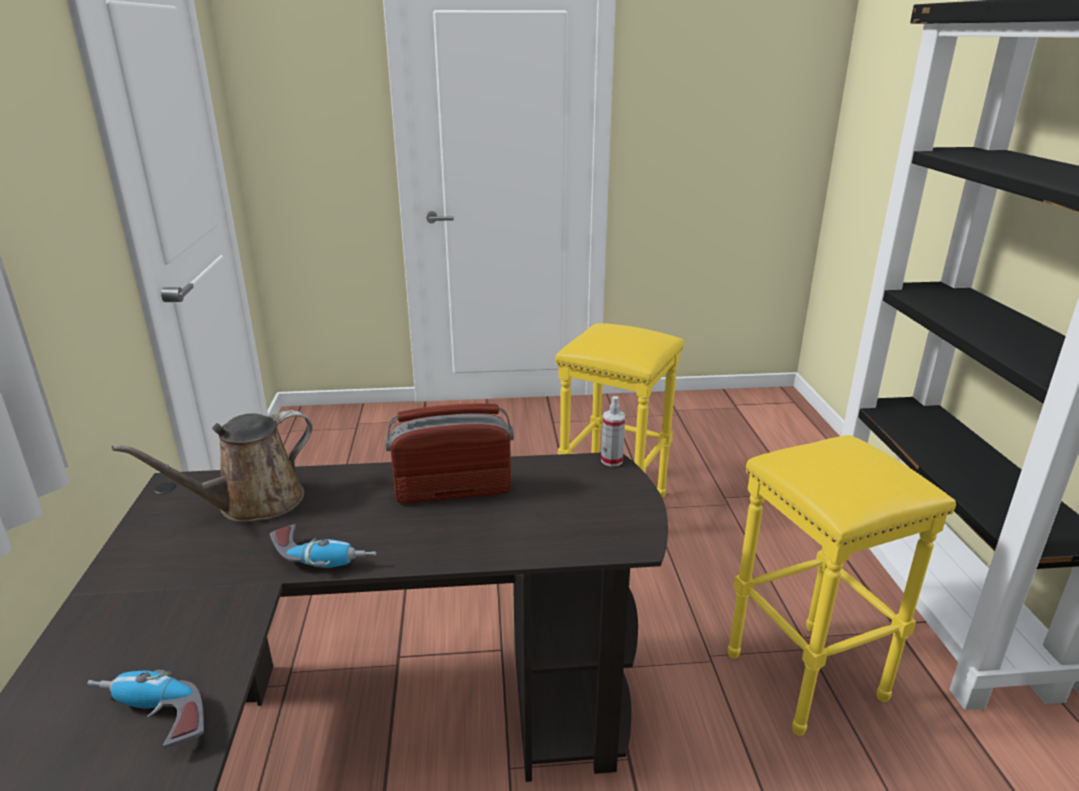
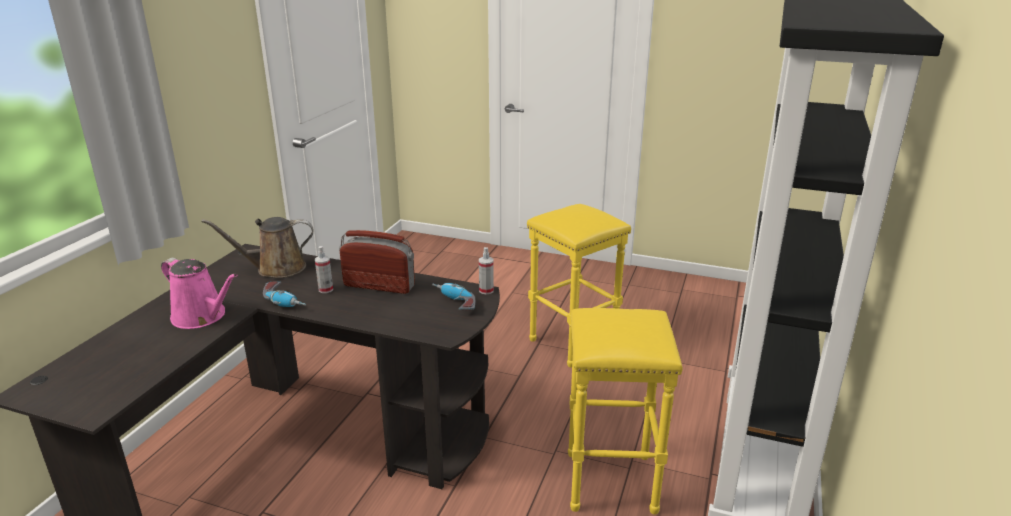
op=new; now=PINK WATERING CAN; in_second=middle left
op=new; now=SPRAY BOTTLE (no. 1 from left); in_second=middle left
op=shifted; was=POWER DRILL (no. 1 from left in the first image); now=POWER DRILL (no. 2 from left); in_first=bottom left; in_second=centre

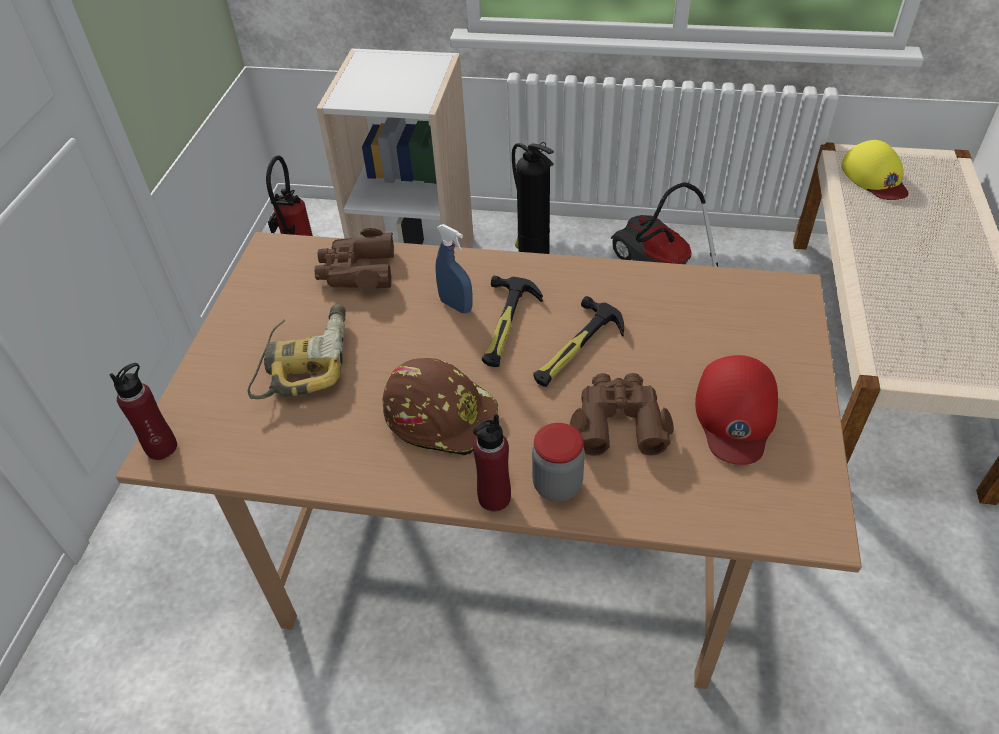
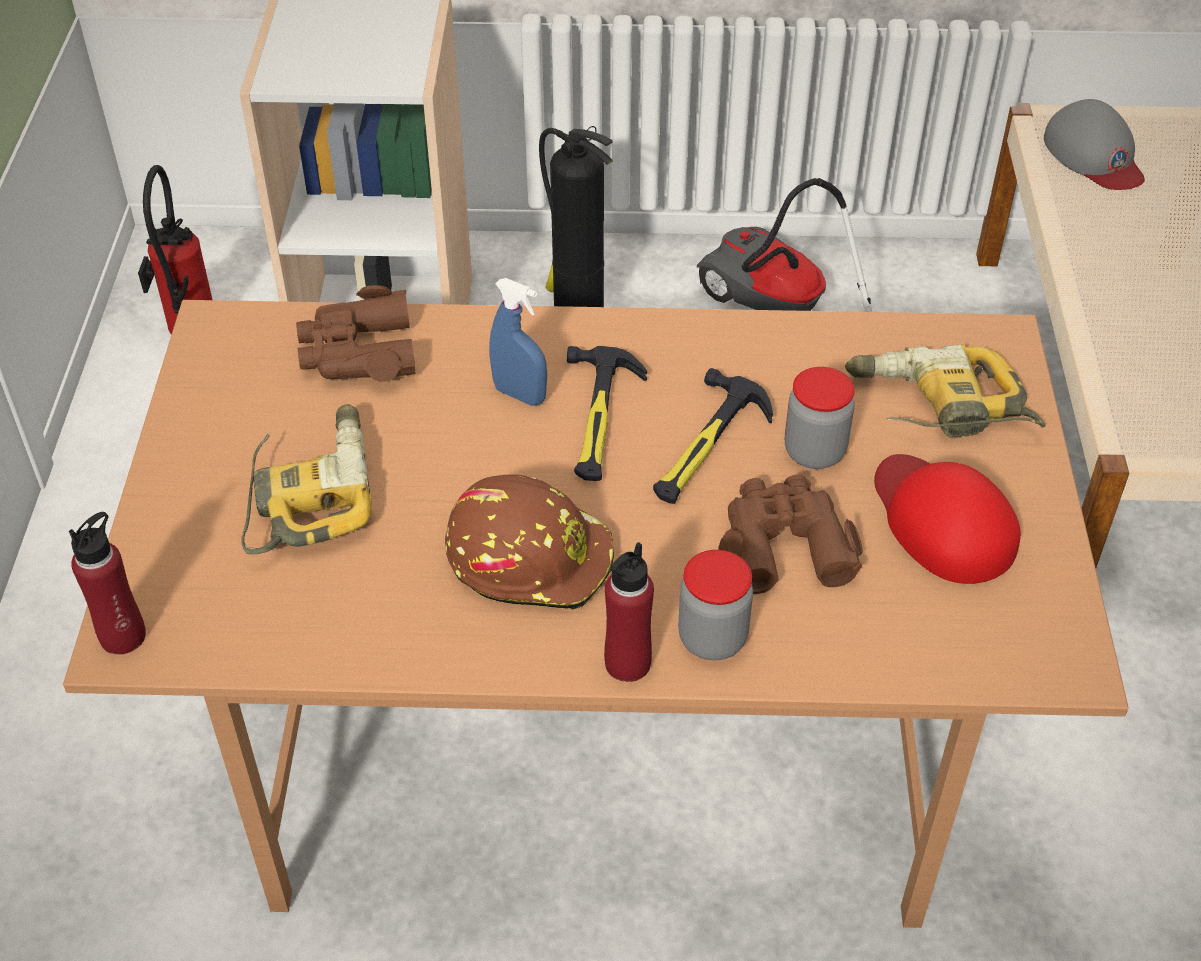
op=new; now=JAR (no. 2 from left); in_second=middle right
op=new; now=POWER DRILL (no. 2 from left); in_second=middle right
op=repainted; was=YELLOW CAP; now=GREY CAP; in_first=top right; in_second=top right
op=rotated; was=RED CAP; in_first=middle right; in_second=middle right; clockwise=150

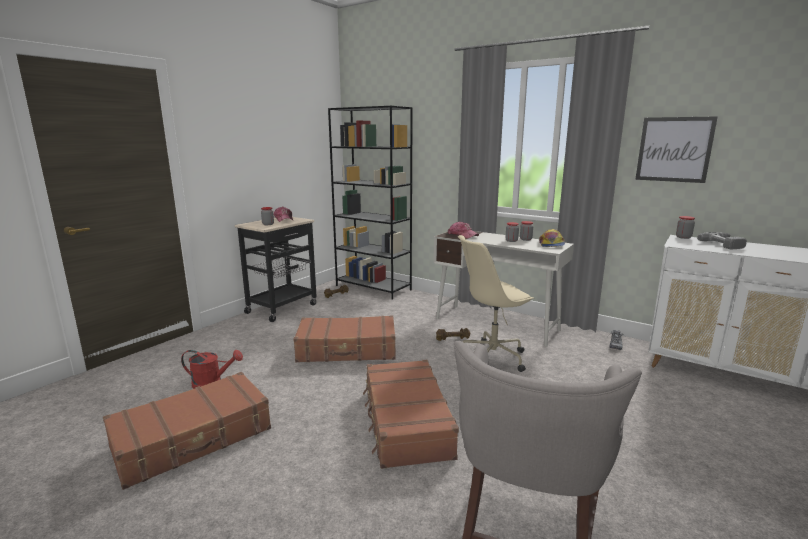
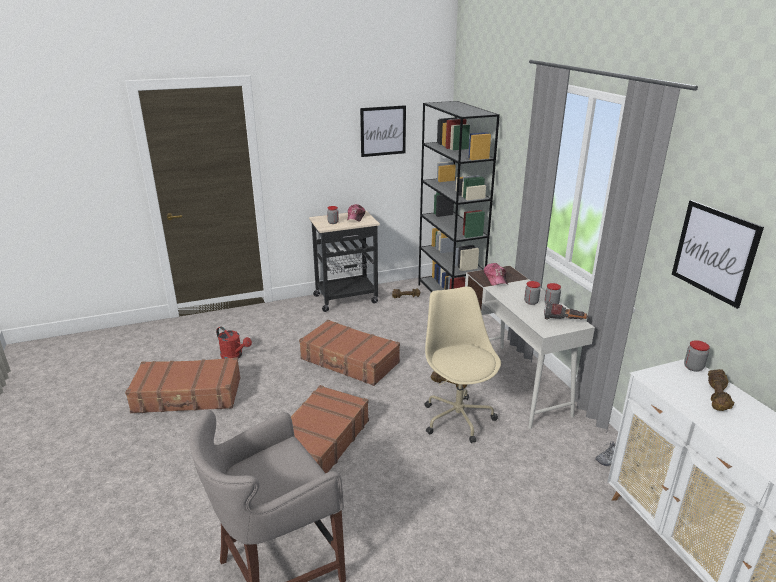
op=new; now=PICTURE (no. 1 from left); in_second=top centre
op=swapped; was=CAP (no. 3 from left); now=FLASHLIGHT; in_first=middle right; in_second=middle right
op=swapped; was=POWER DRILL; now=BROWN DUMBBELL (no. 3 from left); in_first=middle right; in_second=bottom right
op=rotated; was=BEIGE OFFICE CHAIR; in_first=centre; in_second=centre; clockwise=60

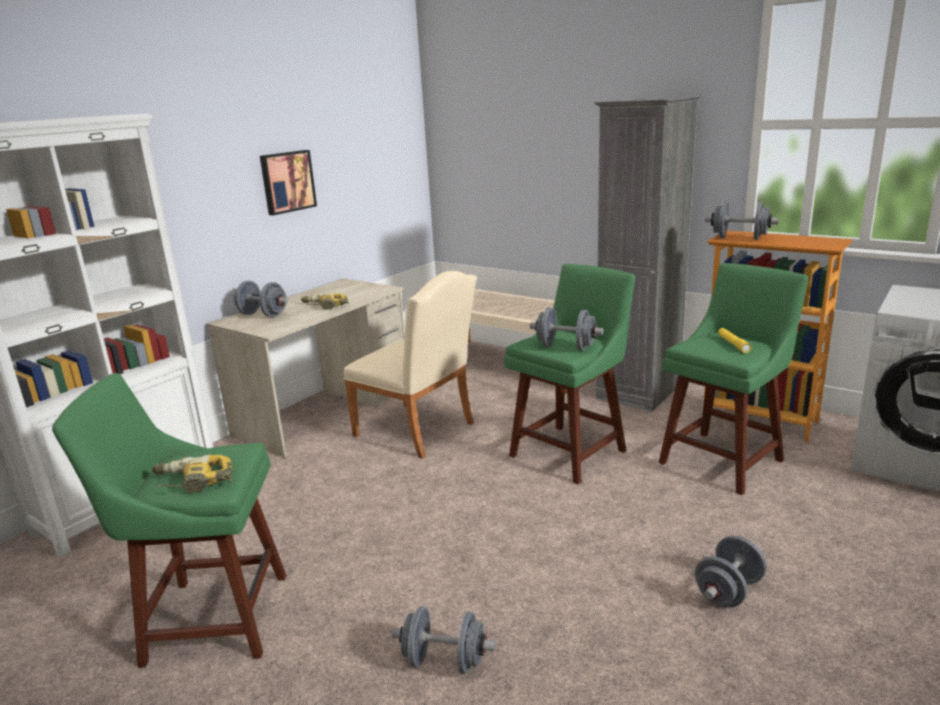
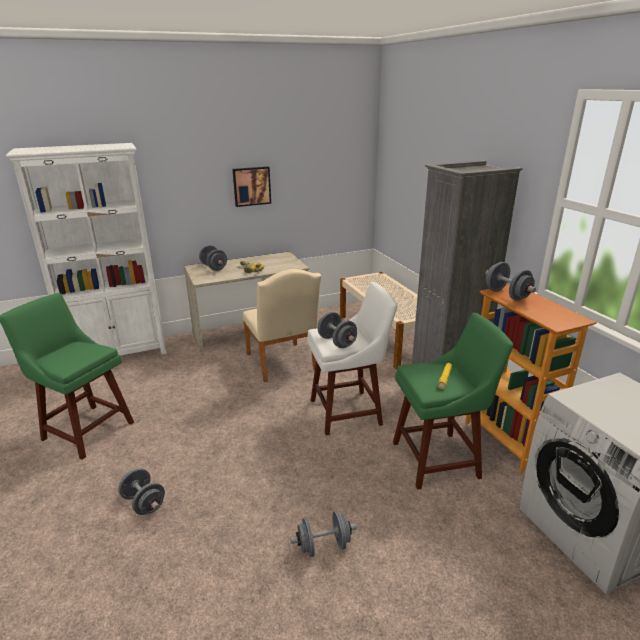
op=gone; was=POWER DRILL (no. 1 from left); in_first=bottom left
op=repainted; was=GREEN STOOL (no. 2 from left); now=WHITE STOOL; in_first=centre; in_second=centre

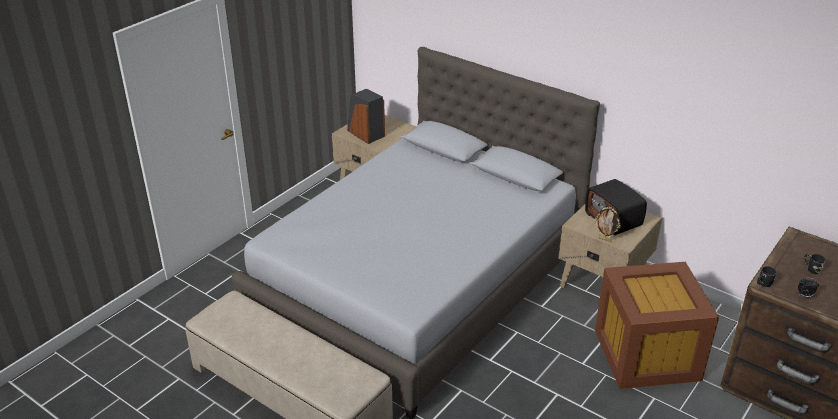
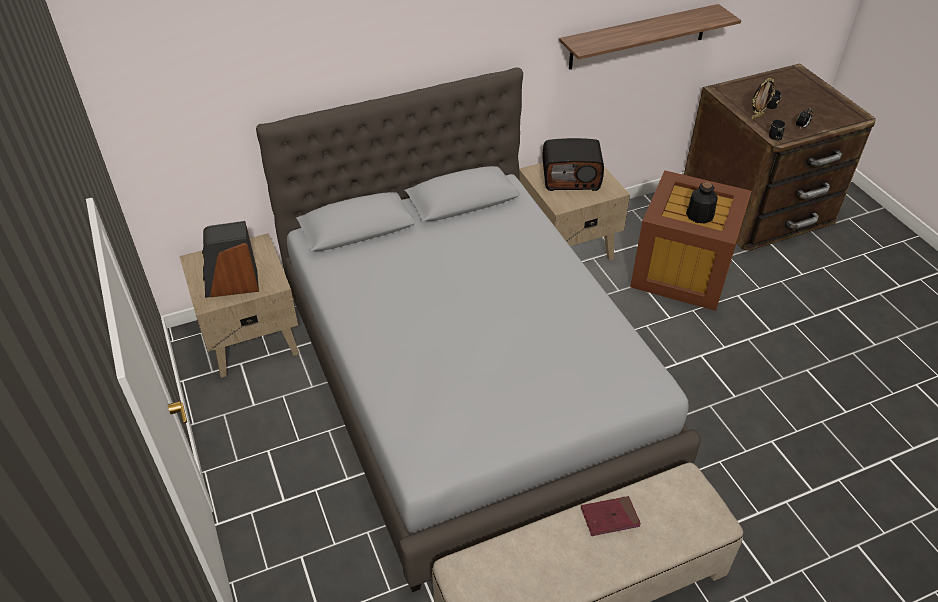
op=new; now=SHELF; in_second=top right
op=new; now=RED BOOK; in_second=bottom centre
op=new; now=BOTTLE; in_second=middle right
op=shifted; was=PICTURE FRAME; in_first=middle right; in_second=top right

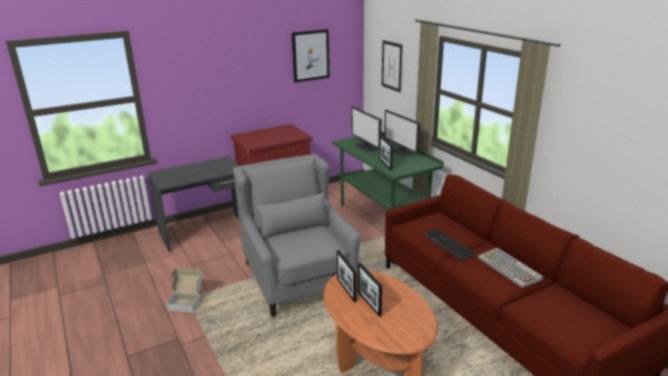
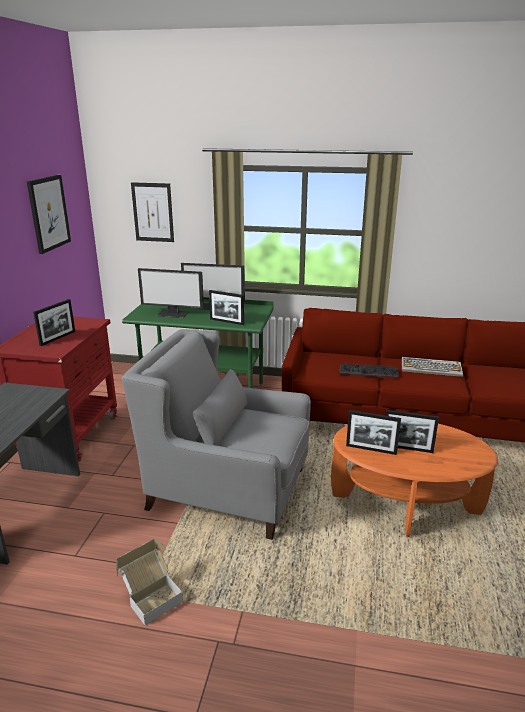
op=new; now=PICTURE FRAME (no. 1 from left); in_second=middle left

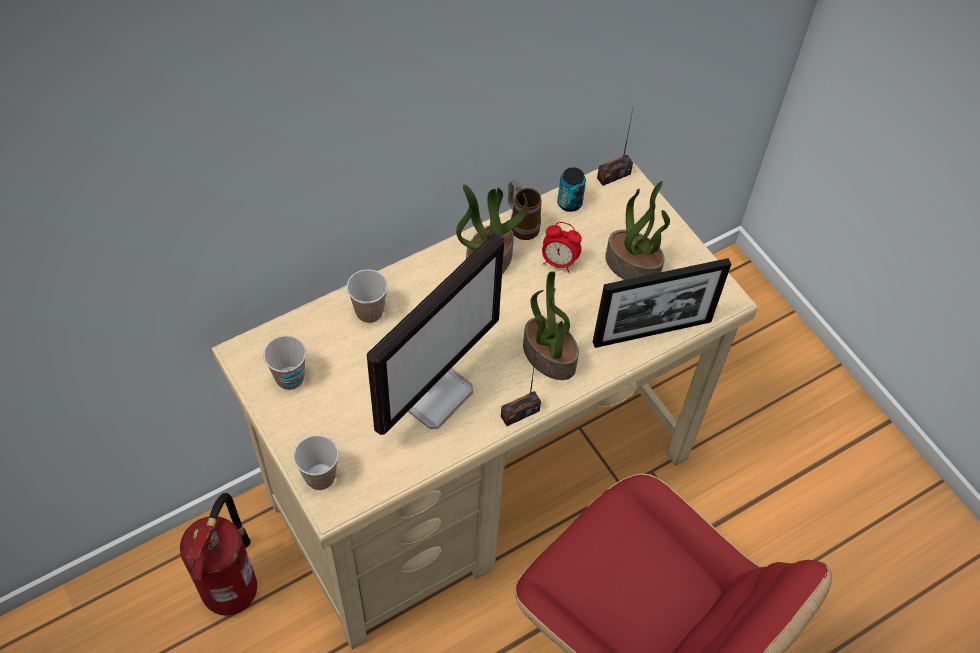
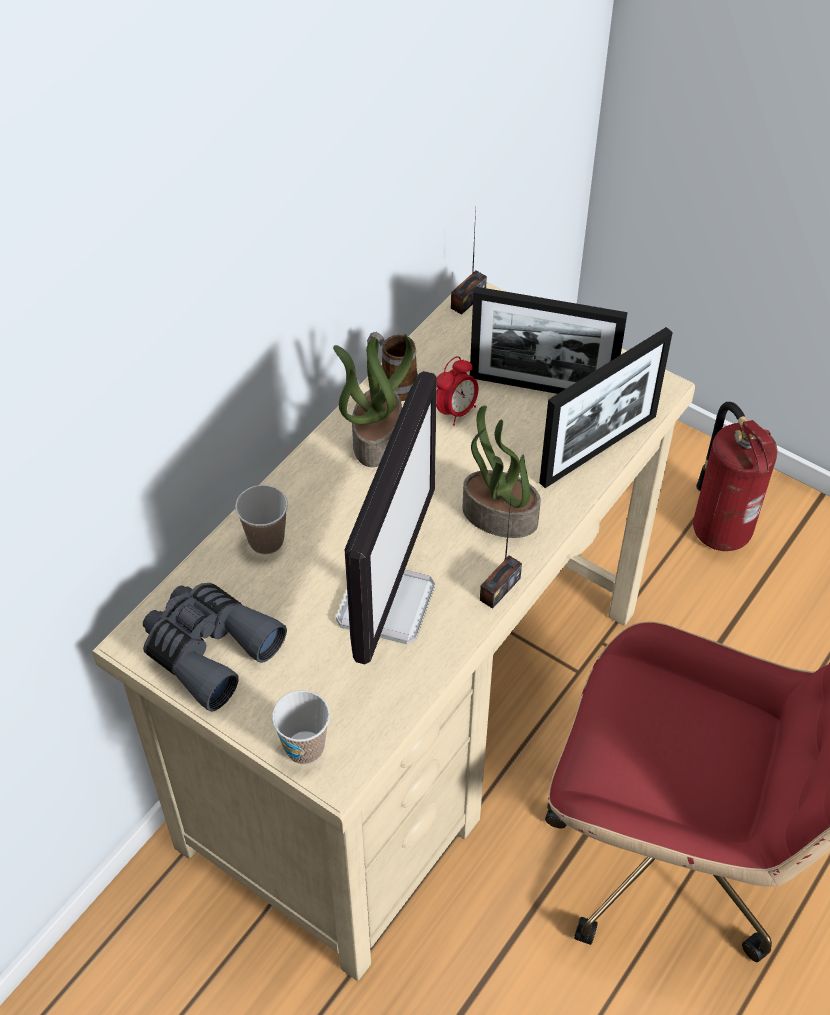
op=gone; was=CAN; in_first=top centre
op=shifted; was=FIRE EXTINGUISHER; in_first=bottom left; in_second=middle right
op=swapped; was=CUP (no. 1 from left); now=GREY BINOCULARS; in_first=middle left; in_second=middle left
op=swapped; was=POTTED PLANT (no. 3 from left); now=PICTURE FRAME (no. 1 from left); in_first=centre; in_second=centre
op=rotated; was=ALARM CLOCK; in_first=centre; in_second=centre; clockwise=-45

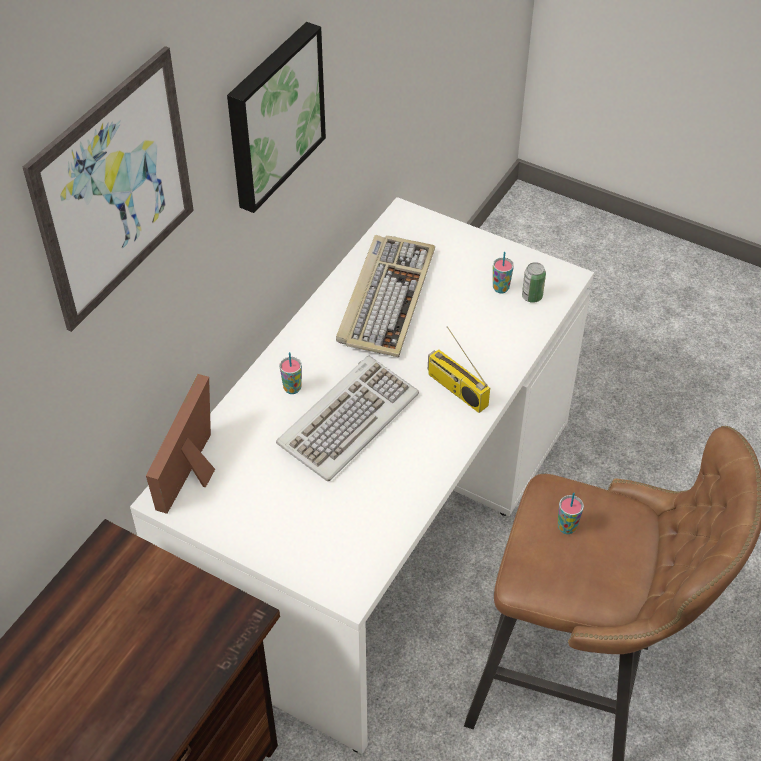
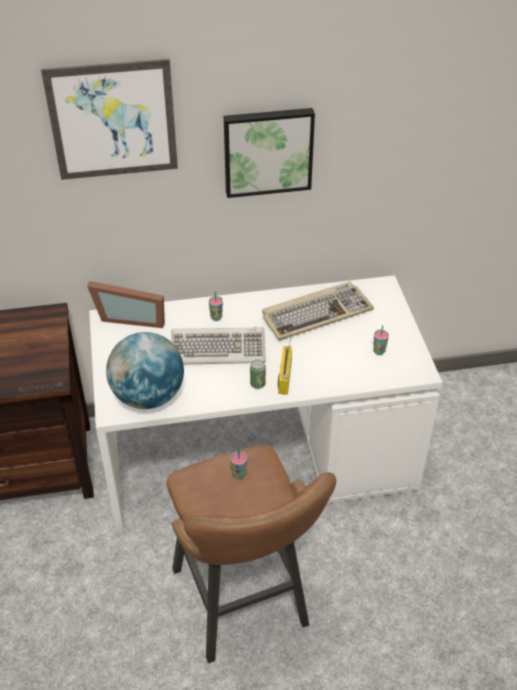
op=new; now=GLOBE; in_second=middle left
op=shifted; was=CAN; in_first=middle right; in_second=centre
op=rotated; was=PICTURE FRAME; in_first=middle left; in_second=middle left; clockwise=-150

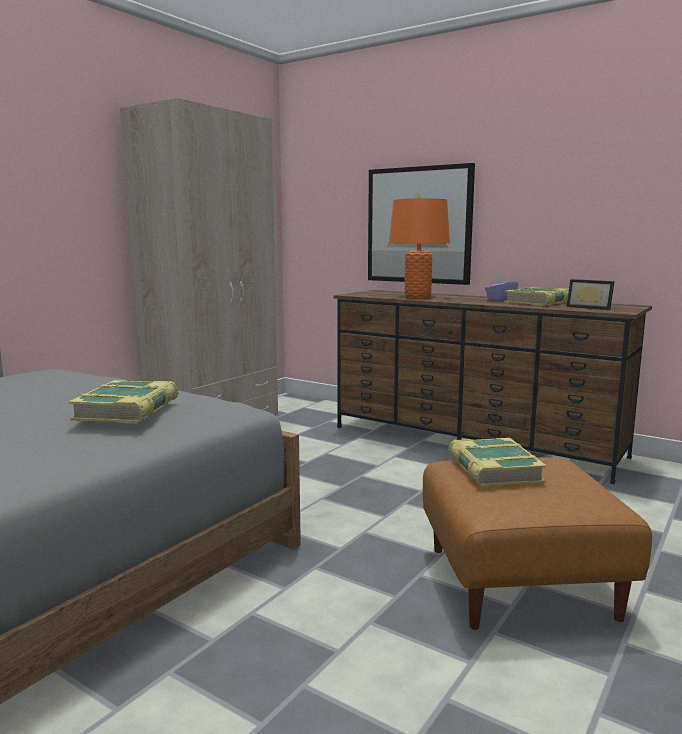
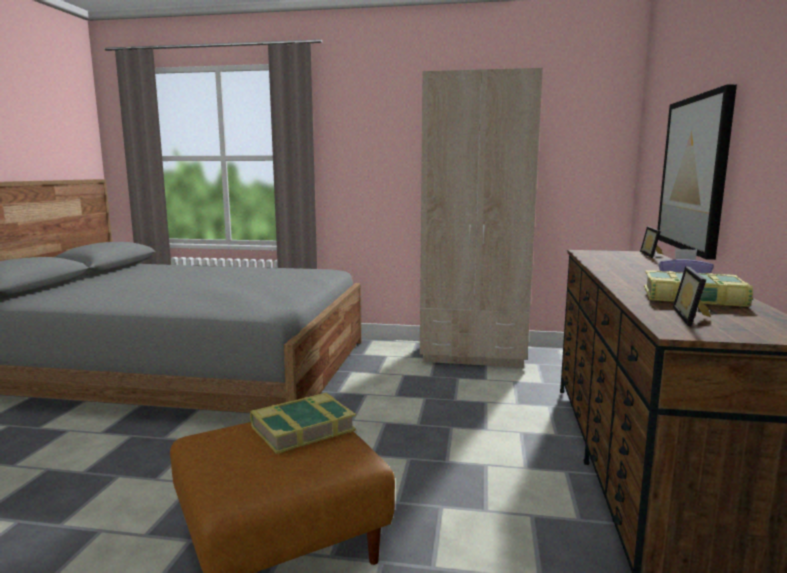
op=gone; was=BOOK (no. 1 from left); in_first=middle left
op=gone; was=ORANGE TABLE LAMP; in_first=centre
op=new; now=PICTURE FRAME (no. 1 from left); in_second=middle right

